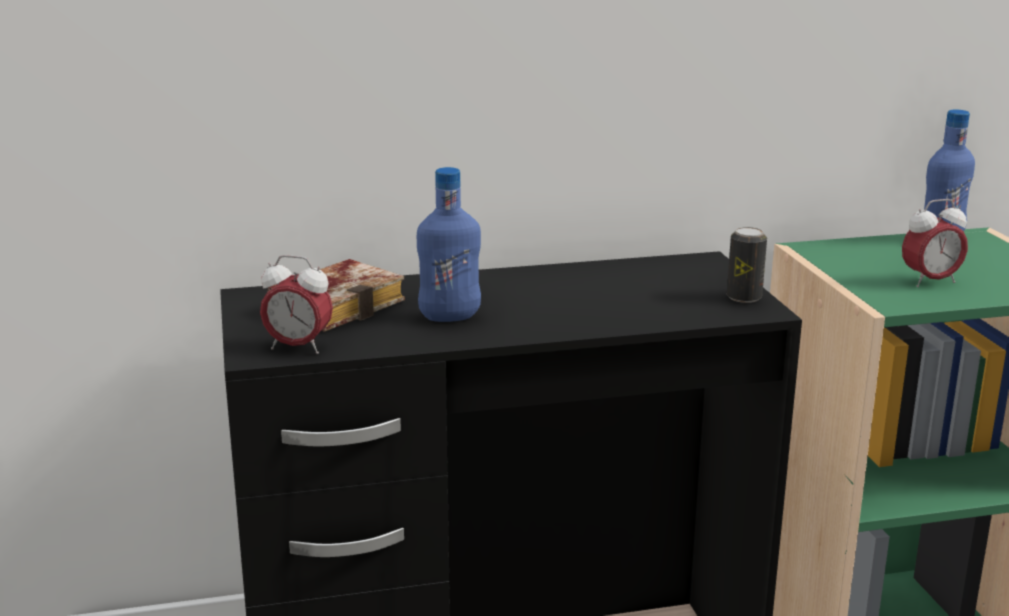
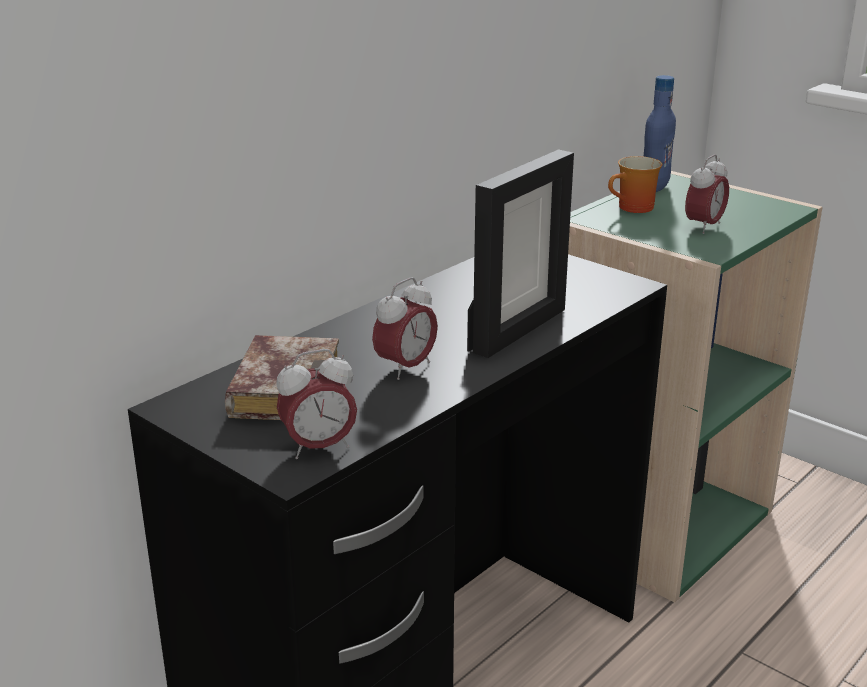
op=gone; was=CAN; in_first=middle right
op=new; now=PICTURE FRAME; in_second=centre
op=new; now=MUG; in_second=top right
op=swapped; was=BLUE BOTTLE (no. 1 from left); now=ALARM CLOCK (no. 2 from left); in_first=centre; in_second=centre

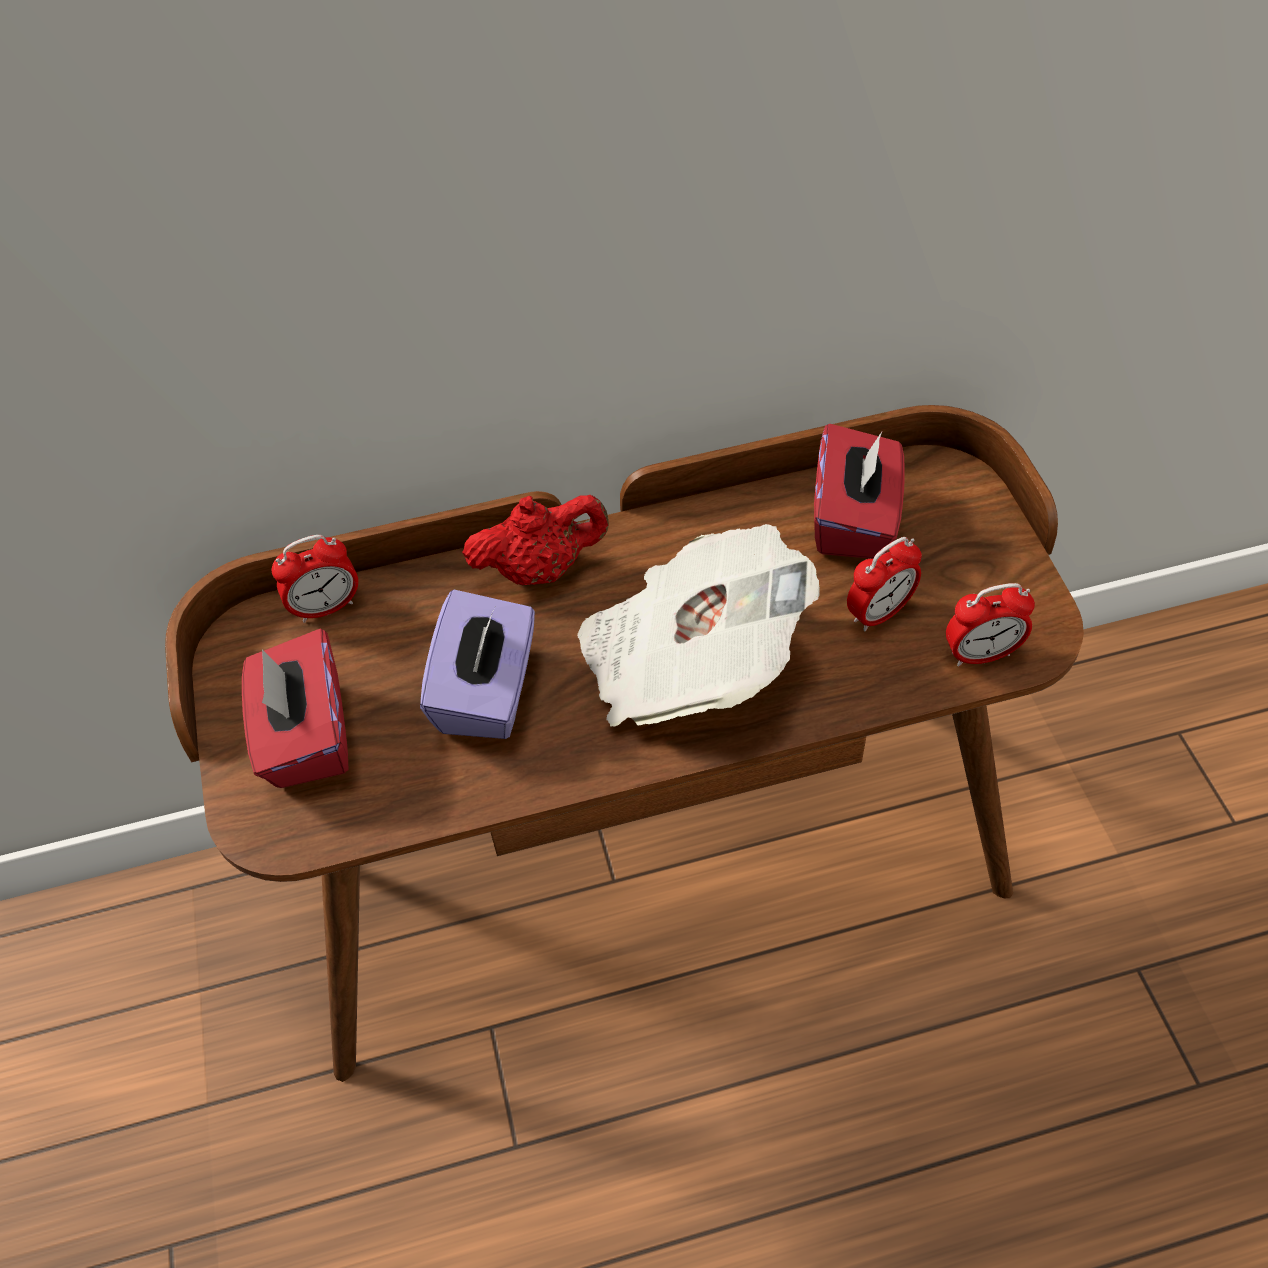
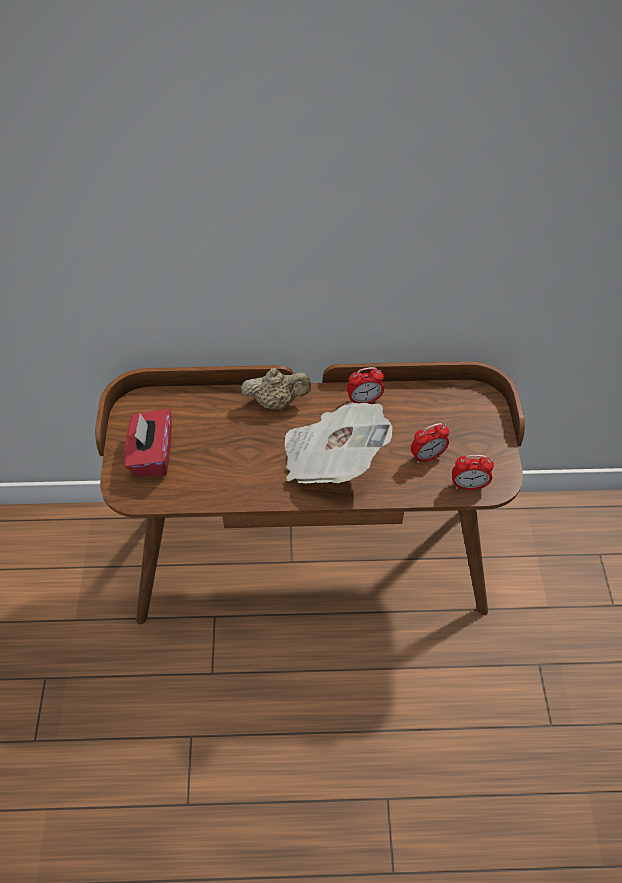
op=gone; was=PURPLE TISSUE BOX; in_first=centre
op=gone; was=RED TISSUE BOX (no. 2 from left); in_first=middle right
op=shifted; was=ALARM CLOCK (no. 1 from left); in_first=middle left; in_second=centre
op=repainted; was=RED TEAPOT; now=BEIGE TEAPOT; in_first=centre; in_second=centre

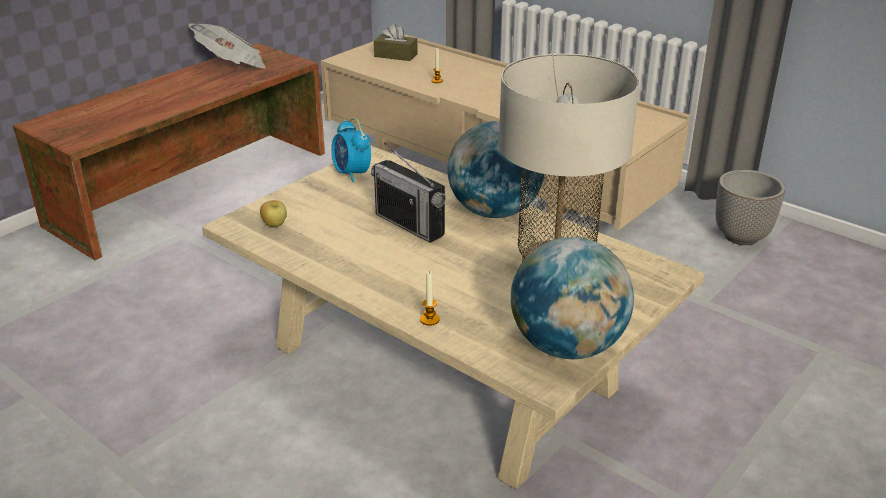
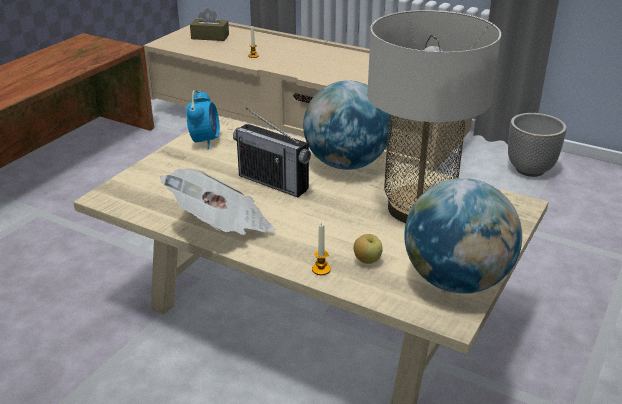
op=shifted; was=NEWSPAPER; in_first=top left; in_second=centre
op=shifted; was=APPLE; in_first=middle left; in_second=centre
op=rotated; was=ALARM CLOCK; in_first=top centre; in_second=top left; clockwise=-135

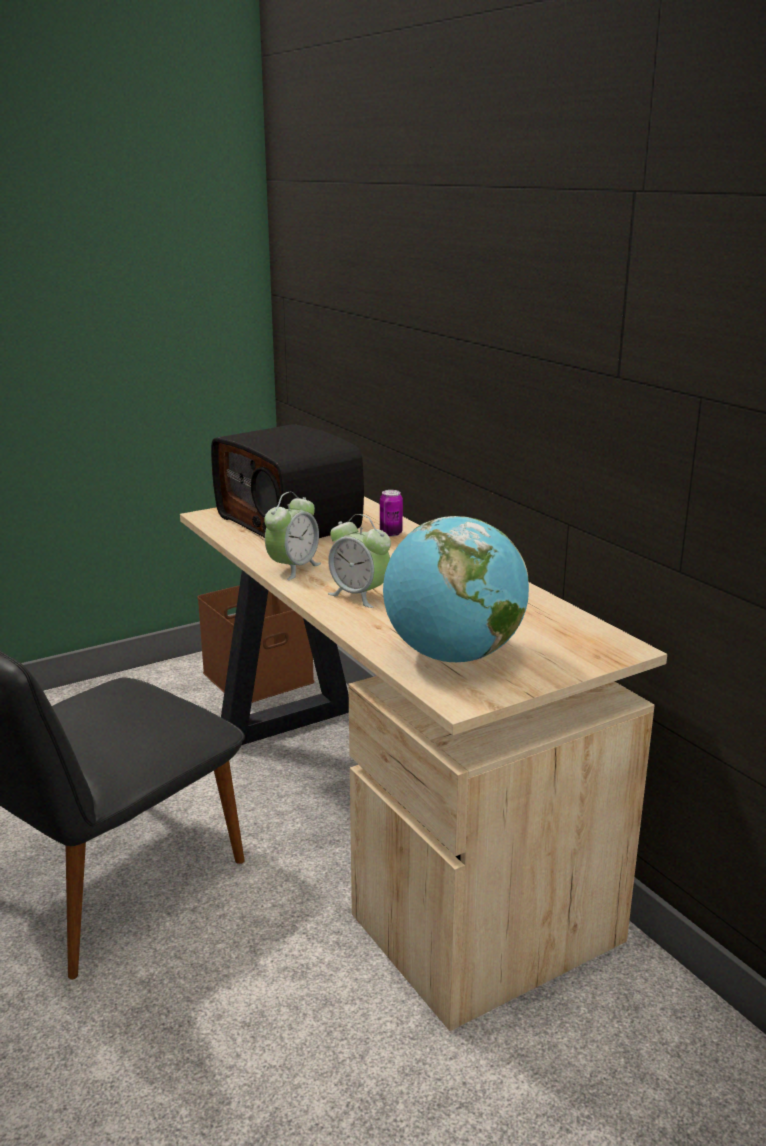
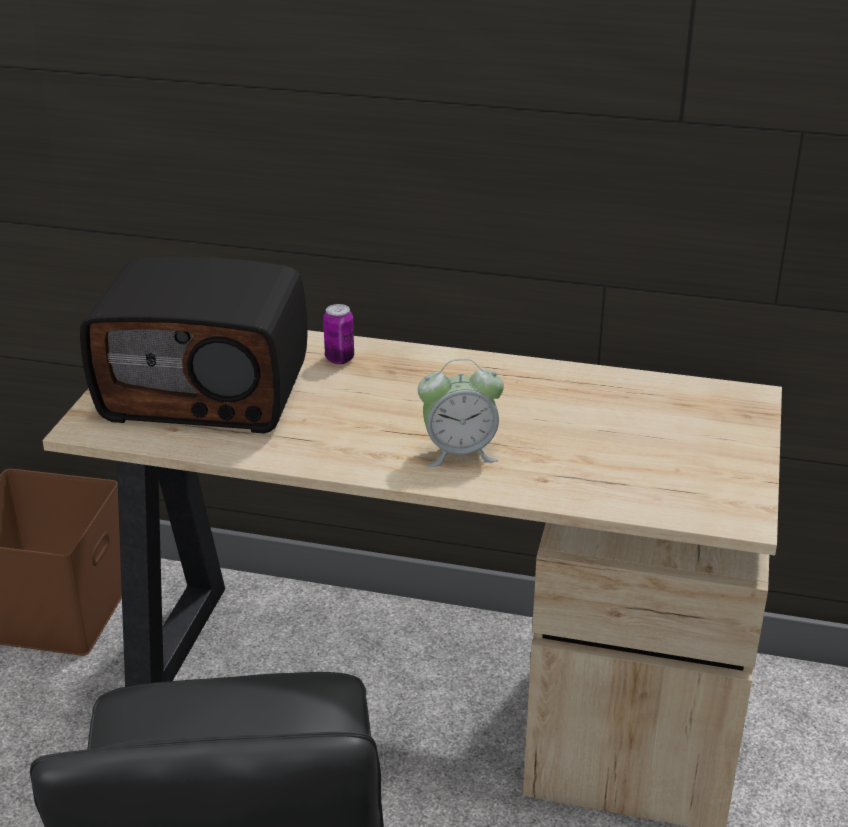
op=gone; was=ALARM CLOCK (no. 1 from left); in_first=centre
op=gone; was=GLOBE; in_first=centre

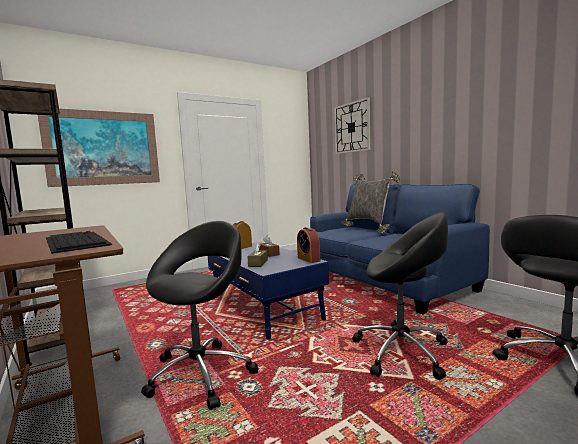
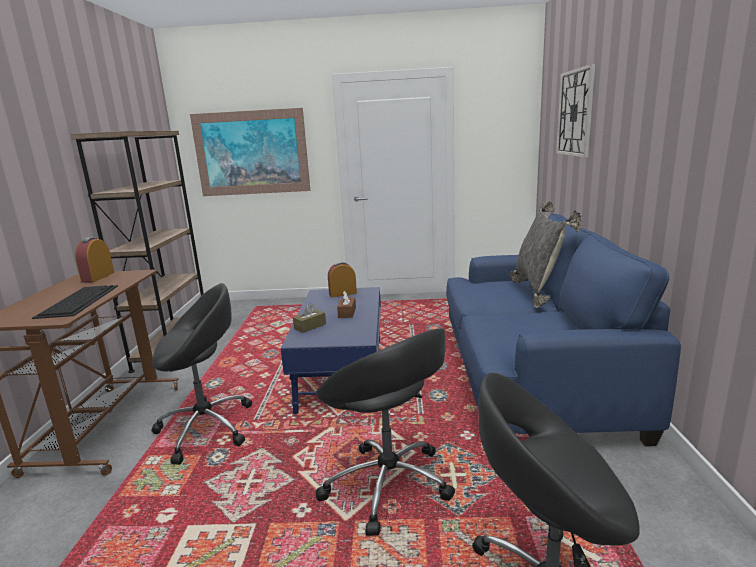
op=shifted; was=ALARM CLOCK (no. 2 from left in the first image); now=ALARM CLOCK (no. 1 from left); in_first=centre; in_second=middle left

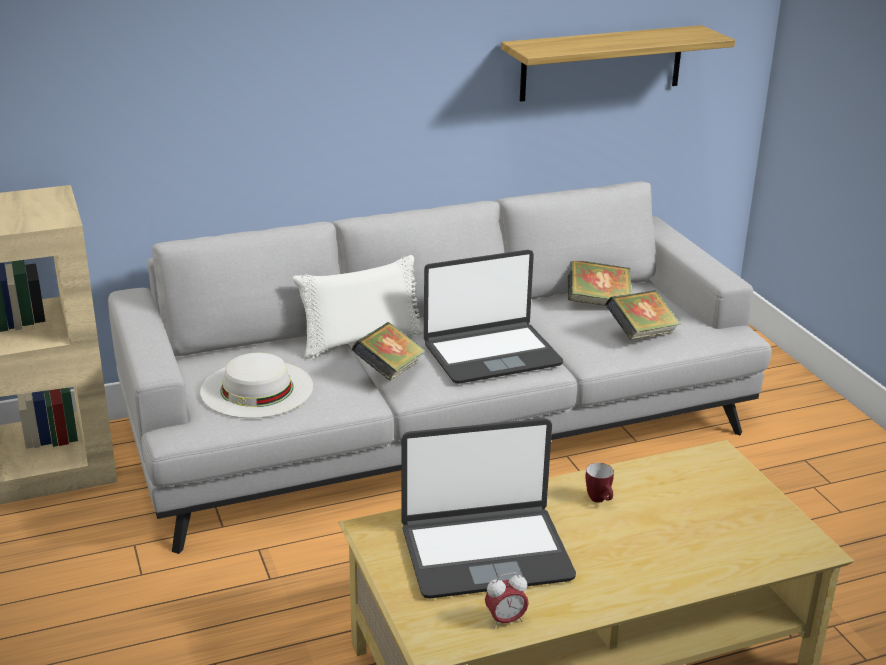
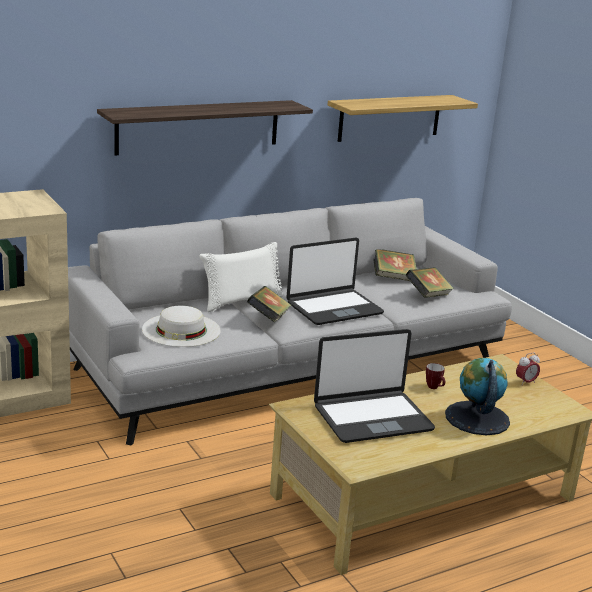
op=new; now=SHELF (no. 1 from left); in_second=top centre
op=new; now=GLOBE; in_second=bottom right
op=shifted; was=ALARM CLOCK; in_first=bottom centre; in_second=middle right

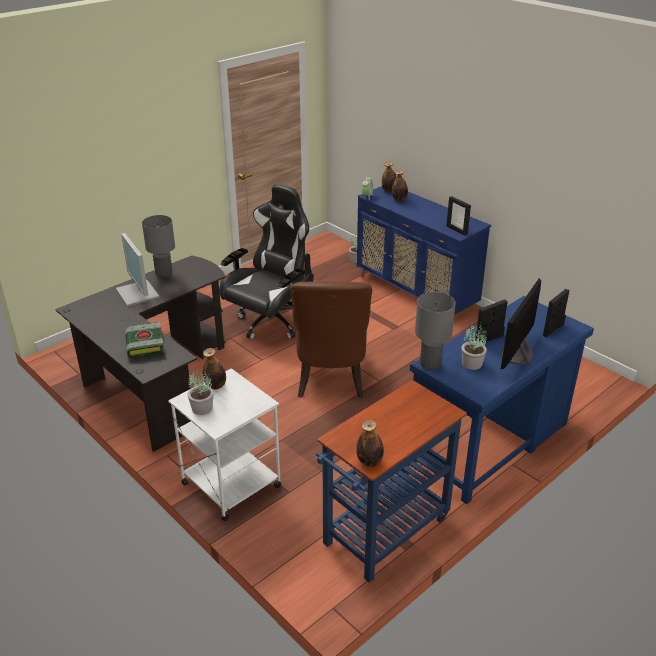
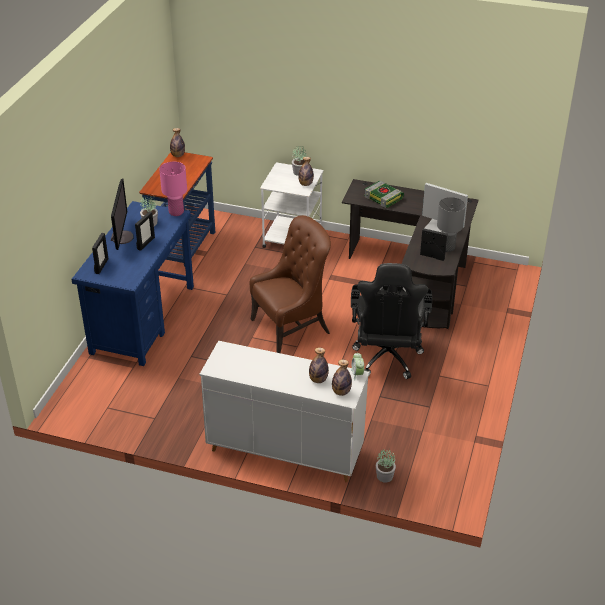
op=shifted; was=PICTURE FRAME (no. 1 from left in the first image); now=PICTURE FRAME (no. 3 from left); in_first=top right; in_second=middle right
op=repainted; was=BLUE CABINET; now=WHITE CABINET; in_first=centre; in_second=bottom centre
op=repainted; was=GREY TABLE LAMP (no. 2 from left); now=PINK TABLE LAMP; in_first=centre; in_second=top left
op=rotated; was=BROWN CHAIR; in_first=centre; in_second=centre; clockwise=90

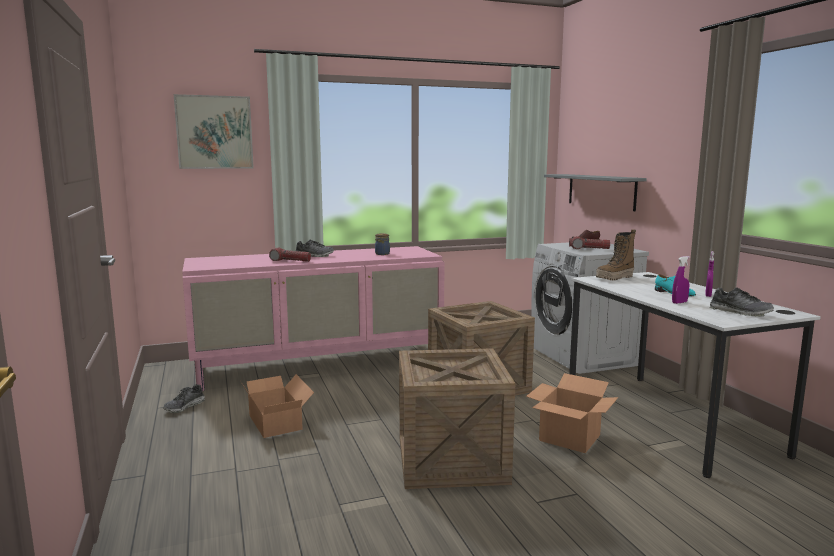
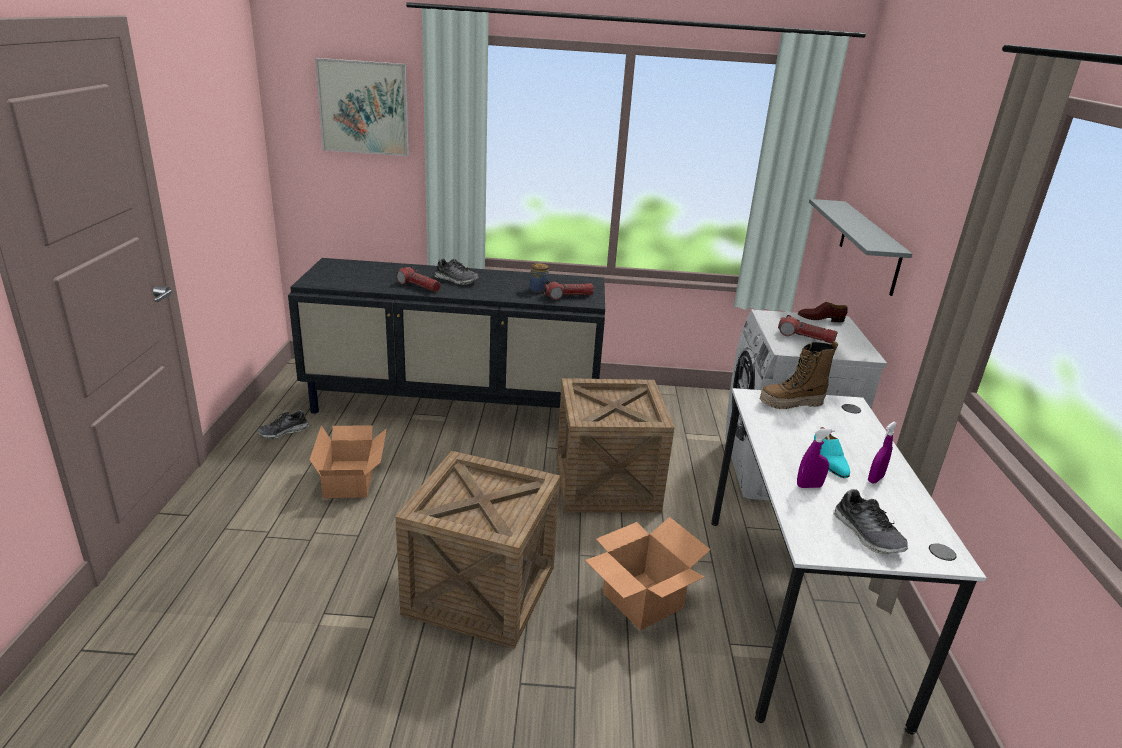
op=new; now=FLASHLIGHT (no. 2 from left); in_second=centre
op=repainted; was=PINK CABINET; now=BLACK CABINET; in_first=centre; in_second=centre

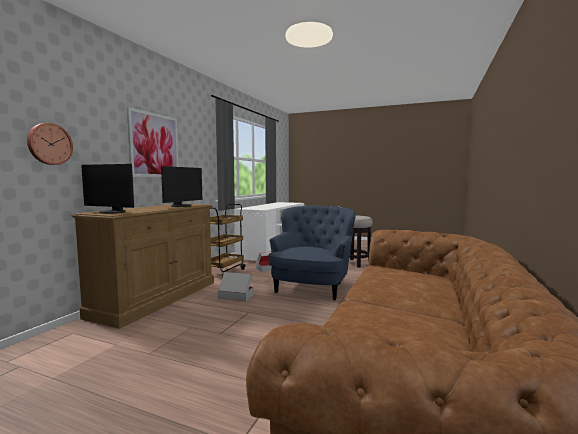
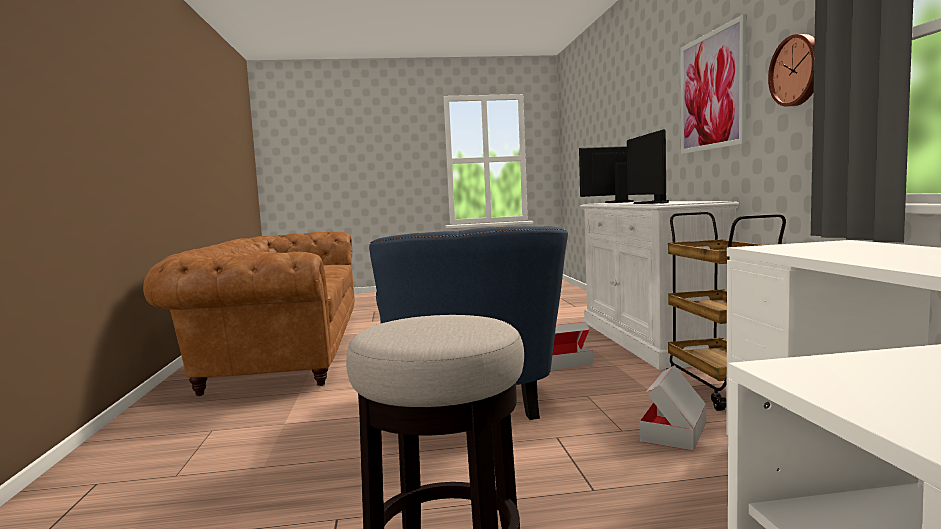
op=shifted; was=WALL CLOCK; in_first=top left; in_second=top right
op=repainted; was=BROWN CABINET; now=WHITE CABINET; in_first=middle left; in_second=middle right

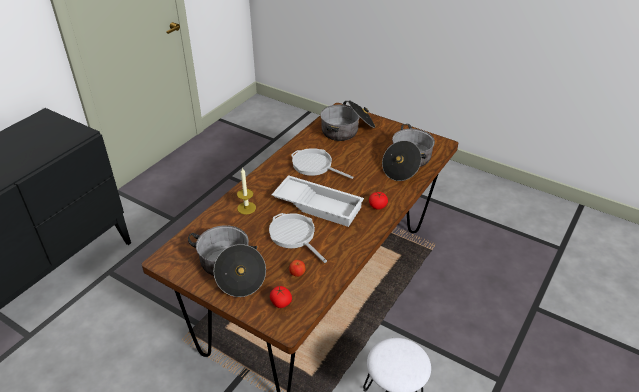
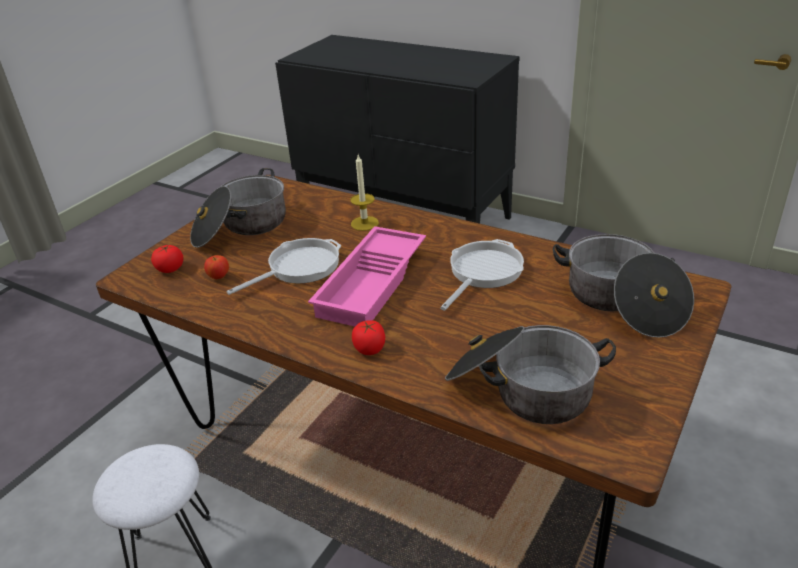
op=repainted; was=WHITE TRAY; now=PINK TRAY; in_first=centre; in_second=centre

